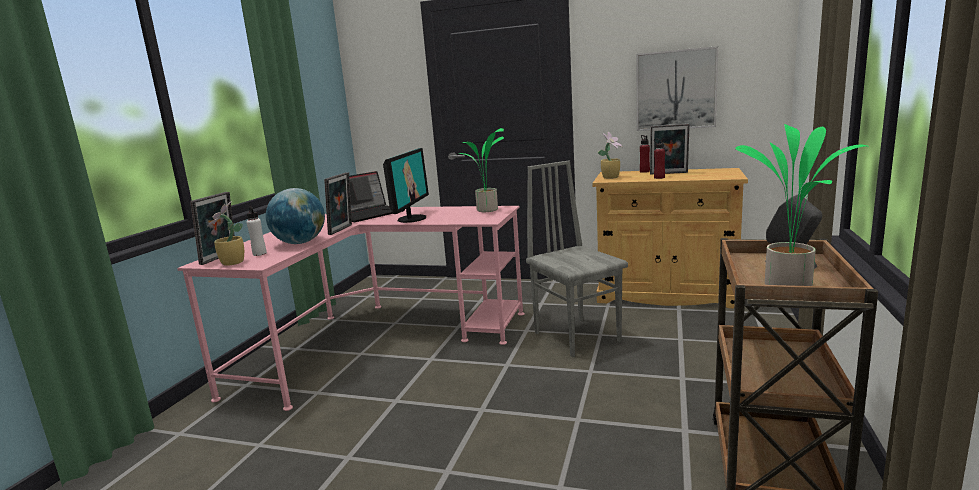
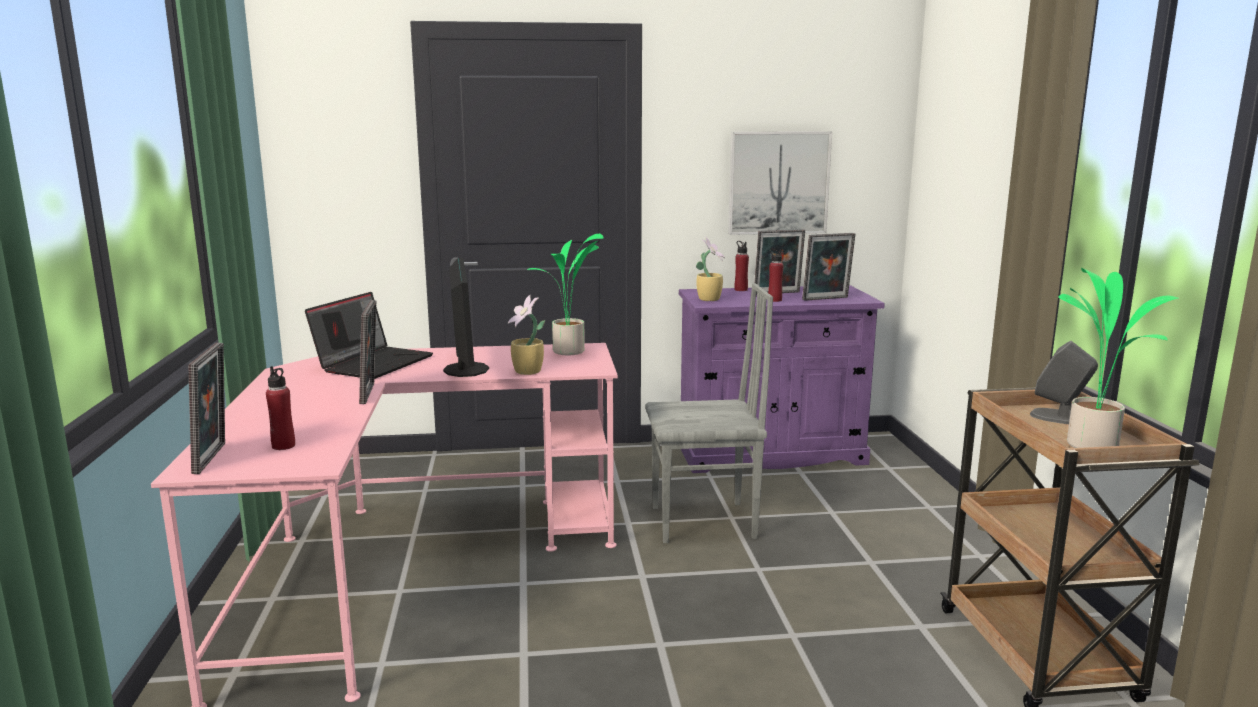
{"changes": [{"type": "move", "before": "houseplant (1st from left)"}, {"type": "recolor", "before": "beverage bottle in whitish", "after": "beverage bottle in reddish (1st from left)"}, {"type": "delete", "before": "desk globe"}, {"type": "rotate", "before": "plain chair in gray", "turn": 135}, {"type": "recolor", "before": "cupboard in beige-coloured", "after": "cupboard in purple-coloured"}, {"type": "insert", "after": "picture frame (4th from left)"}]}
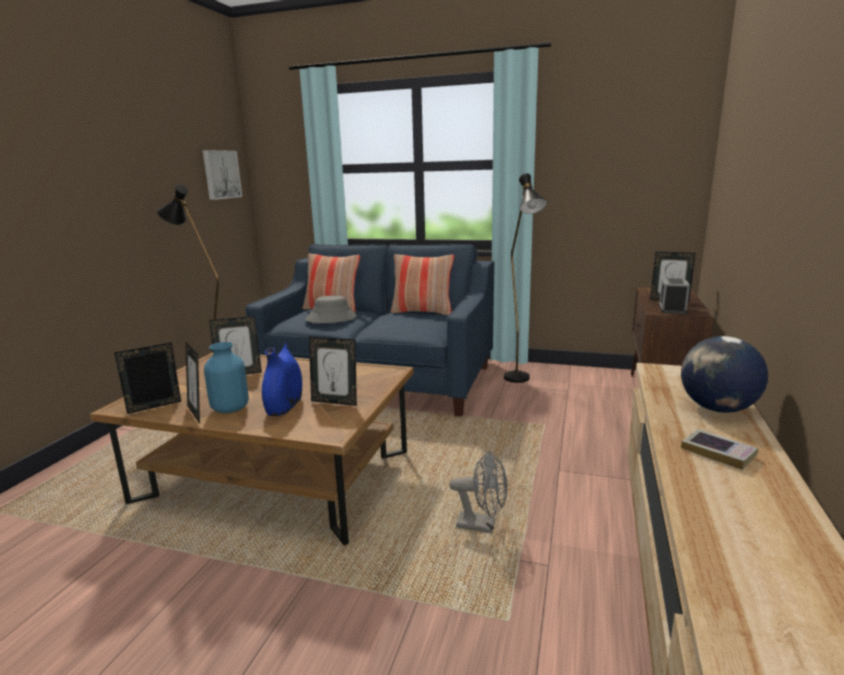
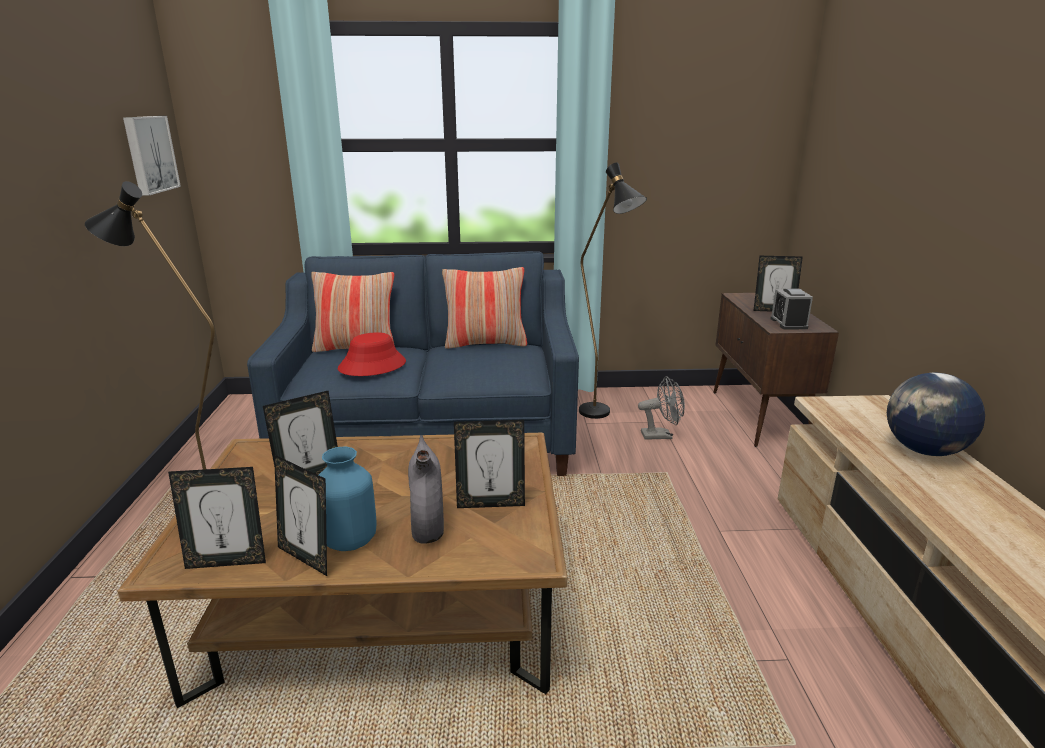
{"changes": [{"type": "rotate", "before": "picture frame (1st from left)", "turn": -135}, {"type": "recolor", "before": "flower vase in bluish (2nd from left)", "after": "flower vase in gray"}, {"type": "recolor", "before": "wearable hat in gray", "after": "wearable hat in reddish"}, {"type": "move", "before": "fan in gray"}, {"type": "delete", "before": "bound book"}]}
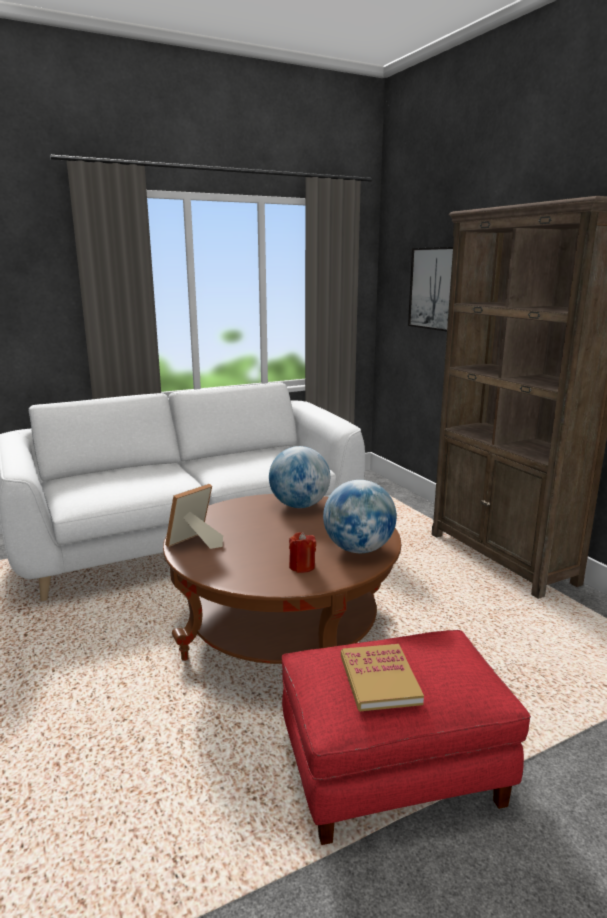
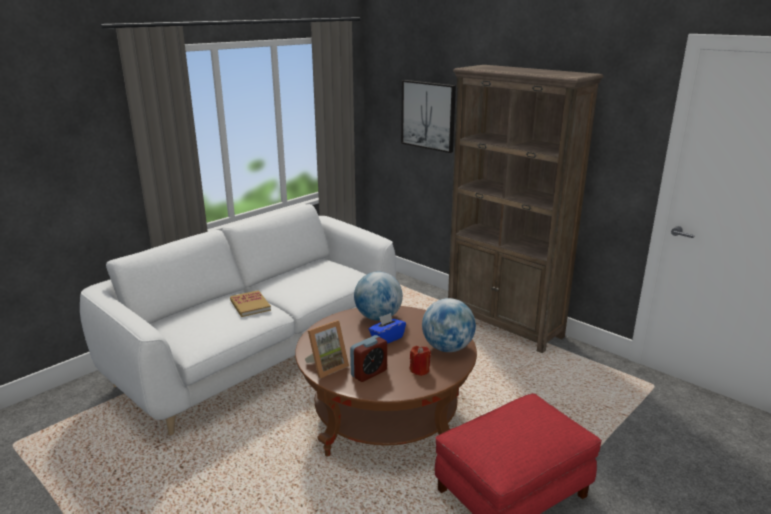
{"changes": [{"type": "rotate", "before": "picture frame", "turn": -150}, {"type": "move", "before": "bound book"}, {"type": "insert", "after": "alarm clock"}, {"type": "insert", "after": "tissue box in bluish"}]}
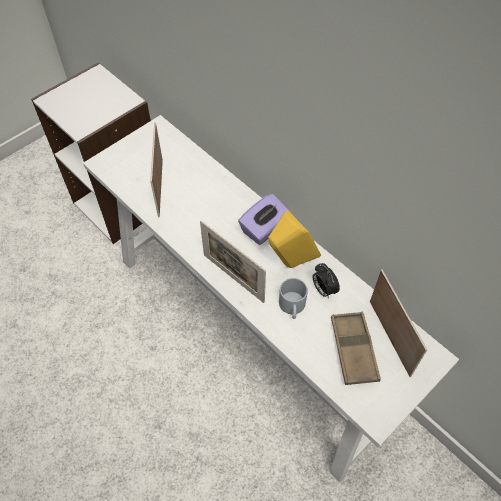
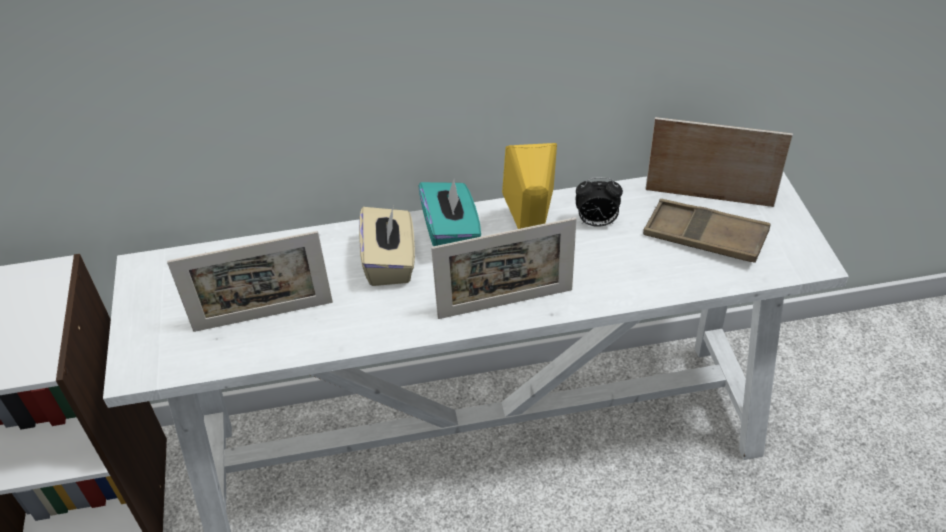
{"changes": [{"type": "rotate", "before": "picture frame (1st from left)", "turn": -45}, {"type": "recolor", "before": "tissue box in purple-coloured", "after": "tissue box in turquoise-coloured"}, {"type": "delete", "before": "tea mug in gray"}, {"type": "insert", "after": "tissue box in beige-coloured"}]}
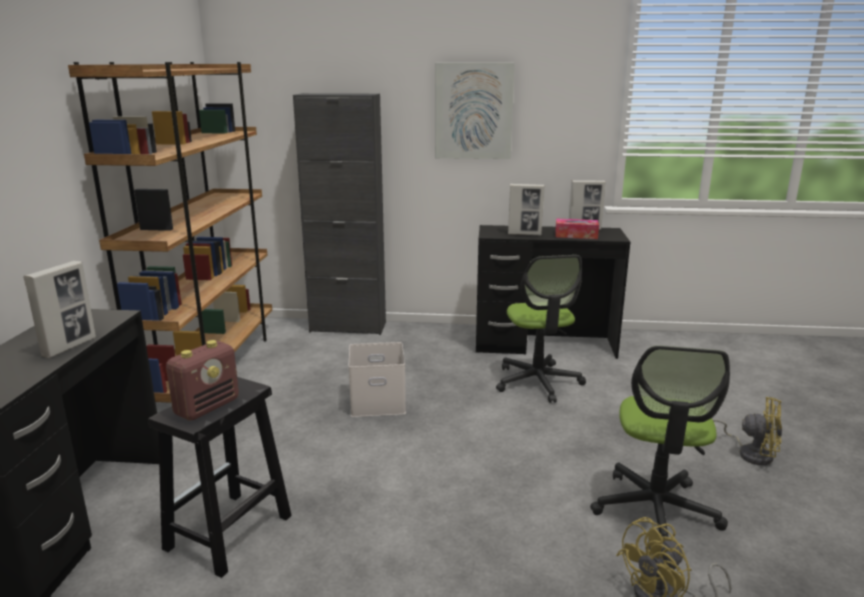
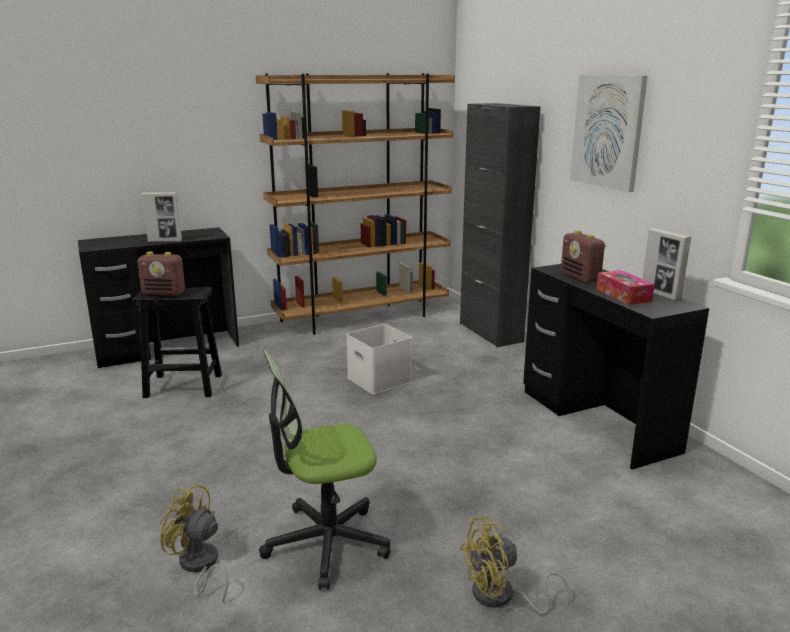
{"changes": [{"type": "delete", "before": "desk chair (1st from left)"}, {"type": "replace", "before": "picture frame (2nd from left)", "after": "radio receiver (2nd from left)"}, {"type": "rotate", "before": "fan in yellow-coloured (2nd from left)", "turn": 75}]}
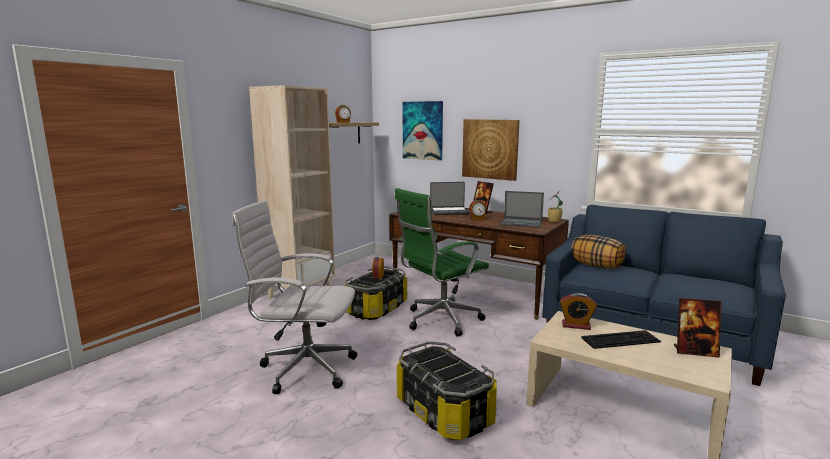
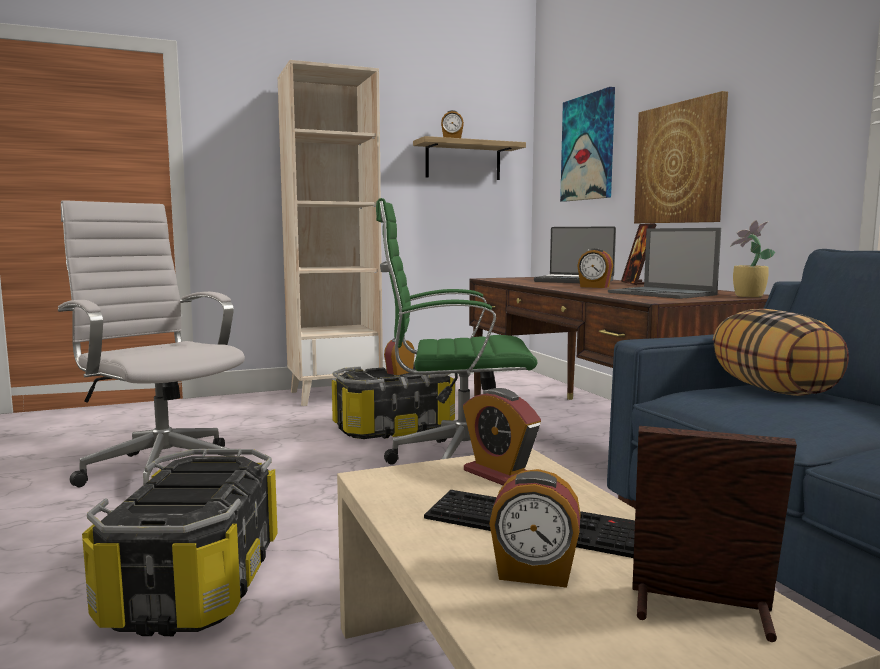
{"changes": [{"type": "rotate", "before": "picture frame (2nd from left)", "turn": 150}, {"type": "insert", "after": "alarm clock (4th from left)"}]}
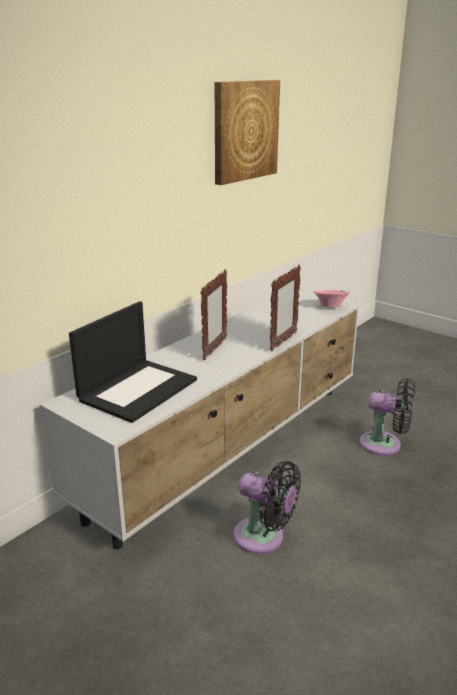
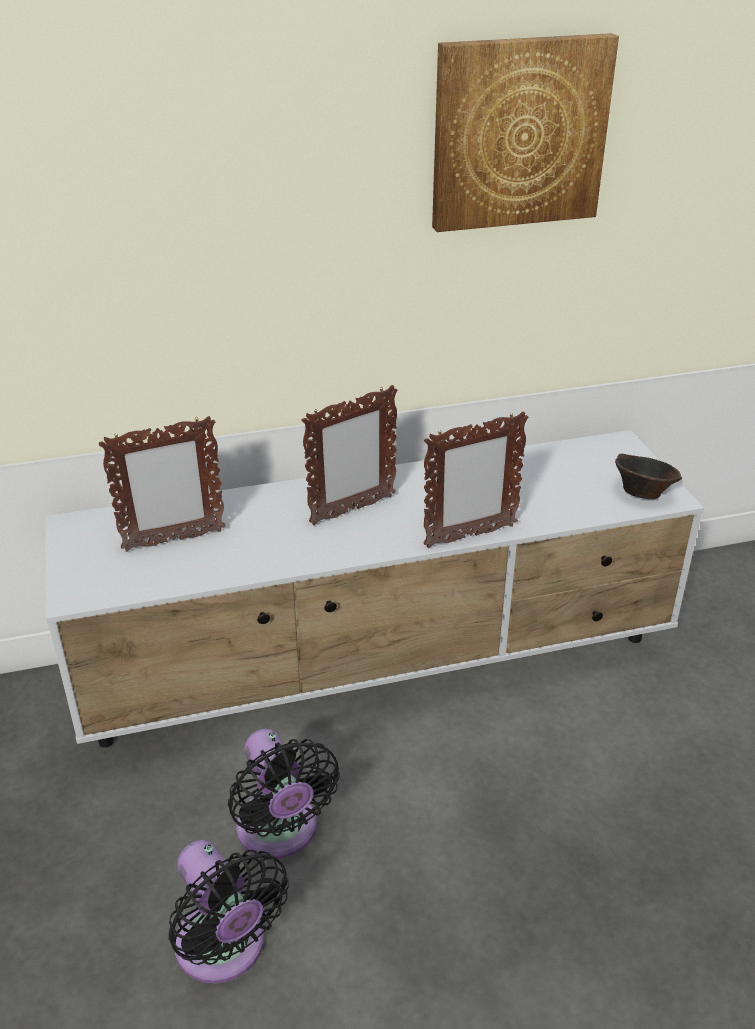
{"changes": [{"type": "replace", "before": "portable computer", "after": "picture frame (1st from left)"}, {"type": "recolor", "before": "bowl in pink-coloured", "after": "bowl in brownish"}, {"type": "move", "before": "fan in blackish (2nd from left in the first image)", "after": "fan in blackish (1st from left)"}]}
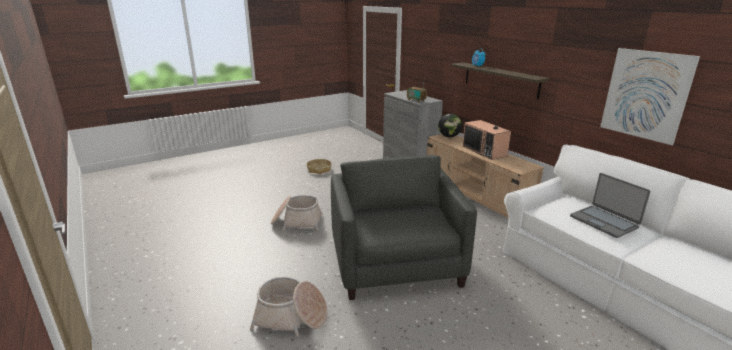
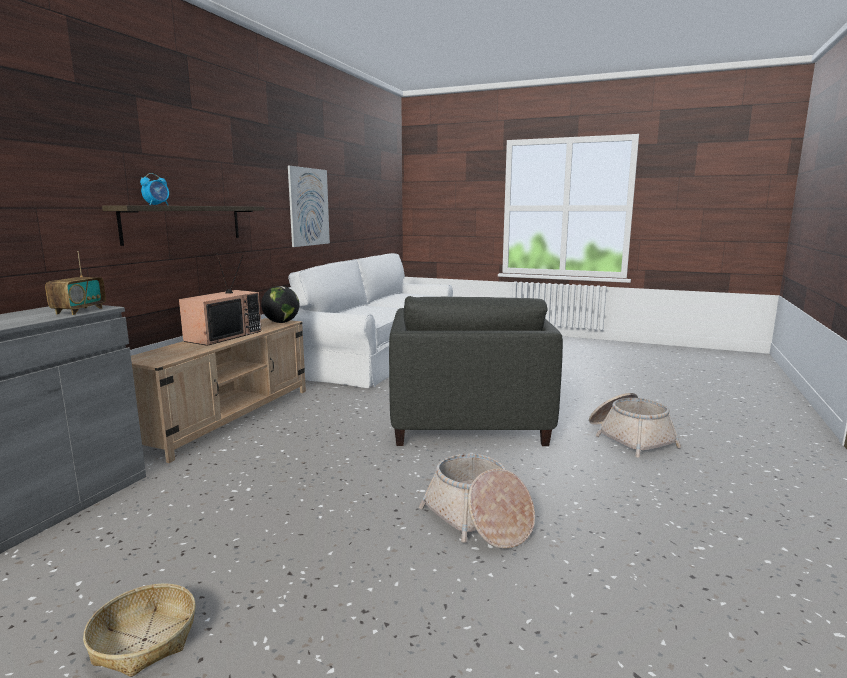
{"changes": [{"type": "rotate", "before": "easy chair in gray", "turn": -45}, {"type": "move", "before": "desk globe"}, {"type": "delete", "before": "portable computer"}]}
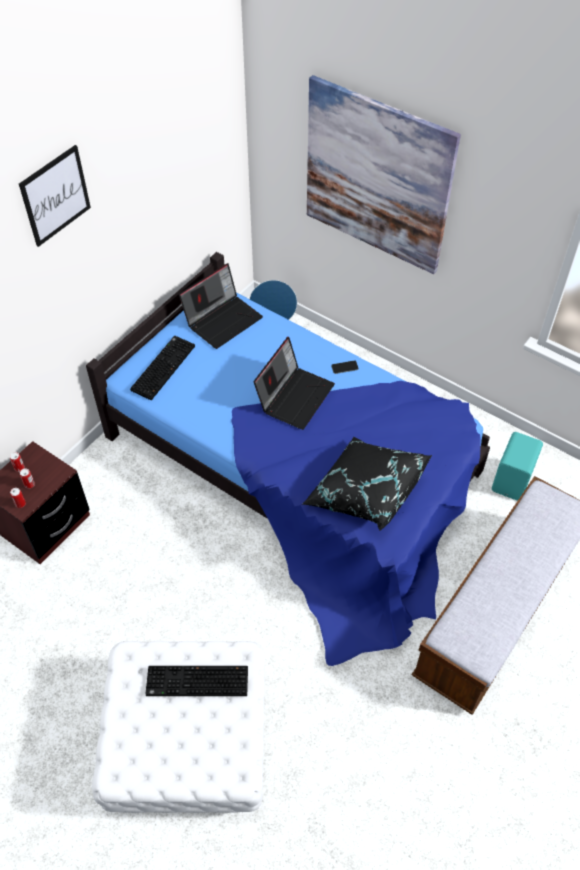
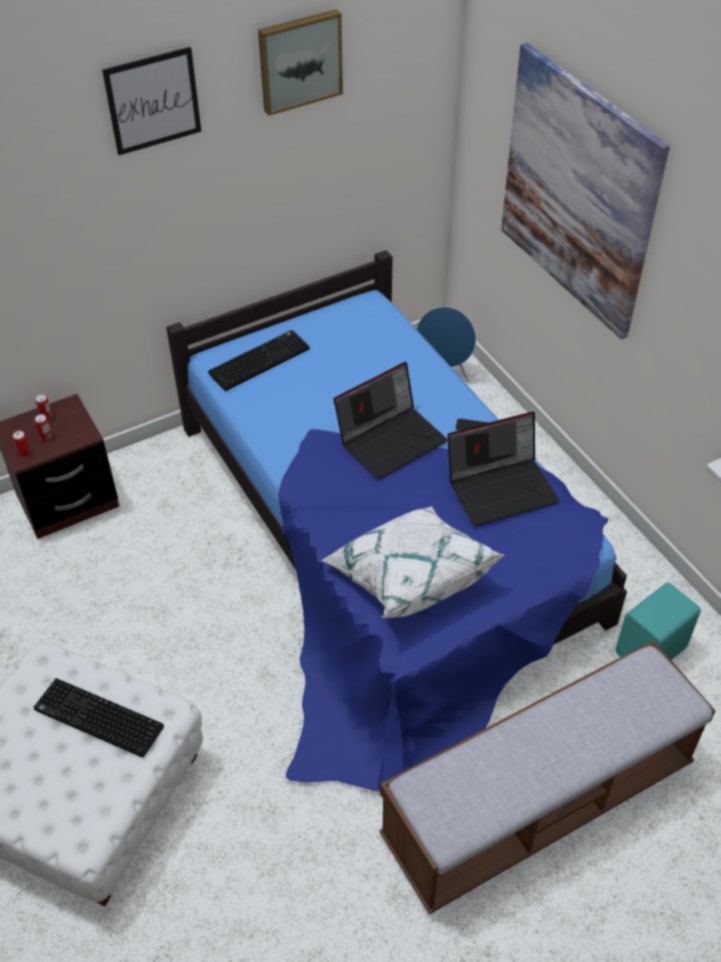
{"changes": [{"type": "move", "before": "portable computer (1st from left in the first image)", "after": "portable computer (2nd from left)"}, {"type": "recolor", "before": "throw pillow in blackish", "after": "throw pillow in whitish"}, {"type": "insert", "after": "wall art (2nd from left)"}]}
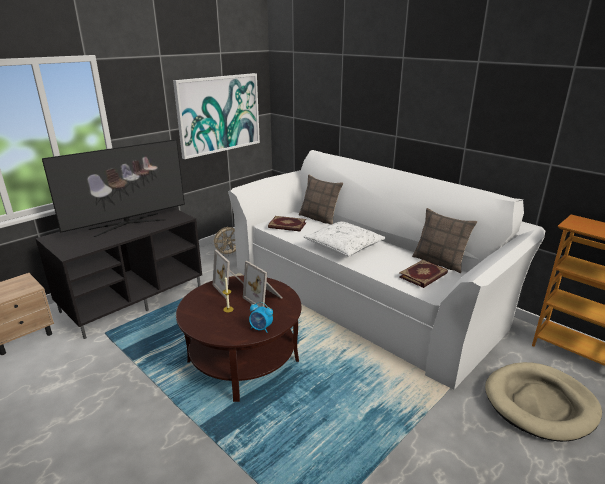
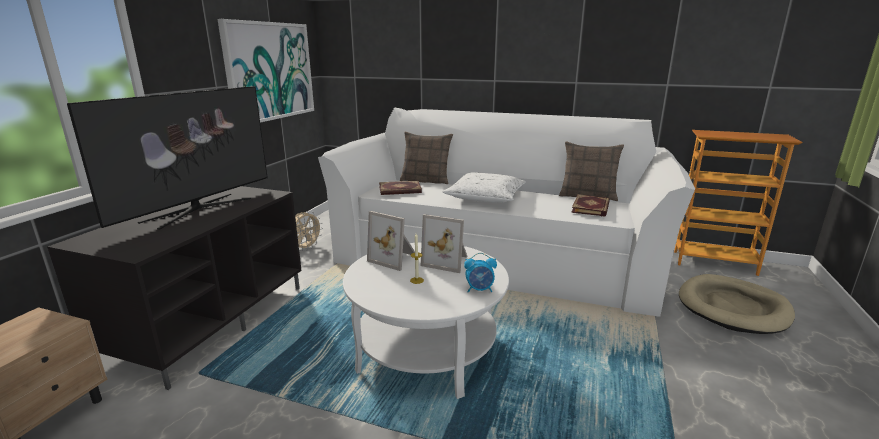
{"changes": [{"type": "recolor", "before": "coffee table in brownish", "after": "coffee table in whitish"}]}
